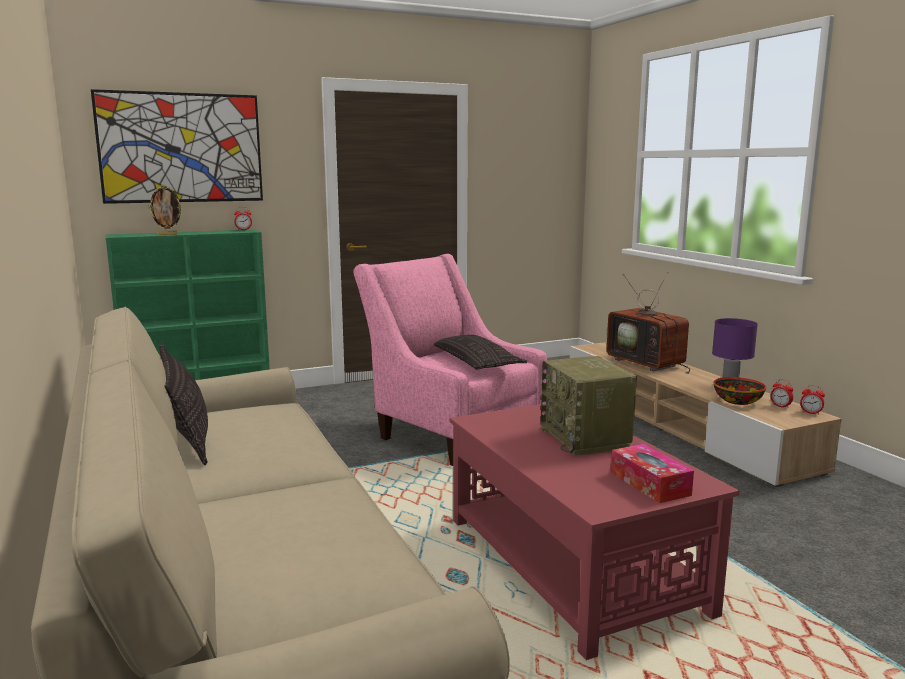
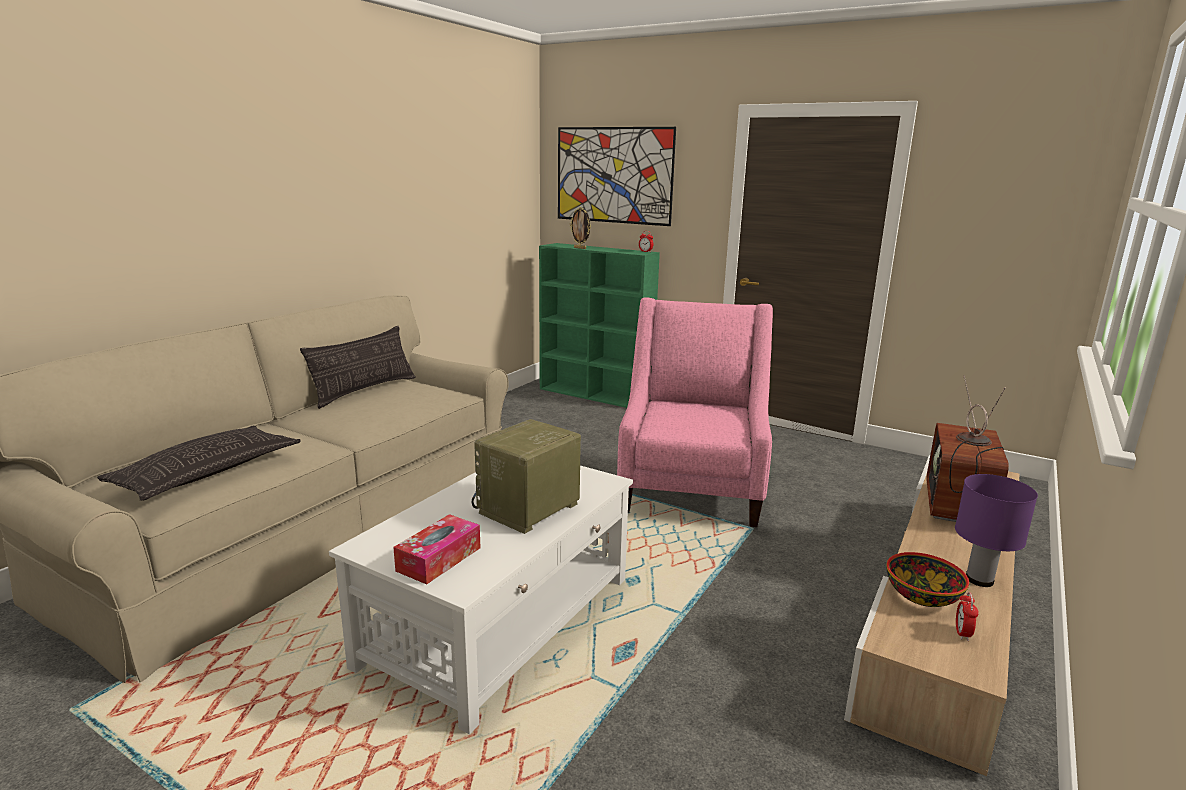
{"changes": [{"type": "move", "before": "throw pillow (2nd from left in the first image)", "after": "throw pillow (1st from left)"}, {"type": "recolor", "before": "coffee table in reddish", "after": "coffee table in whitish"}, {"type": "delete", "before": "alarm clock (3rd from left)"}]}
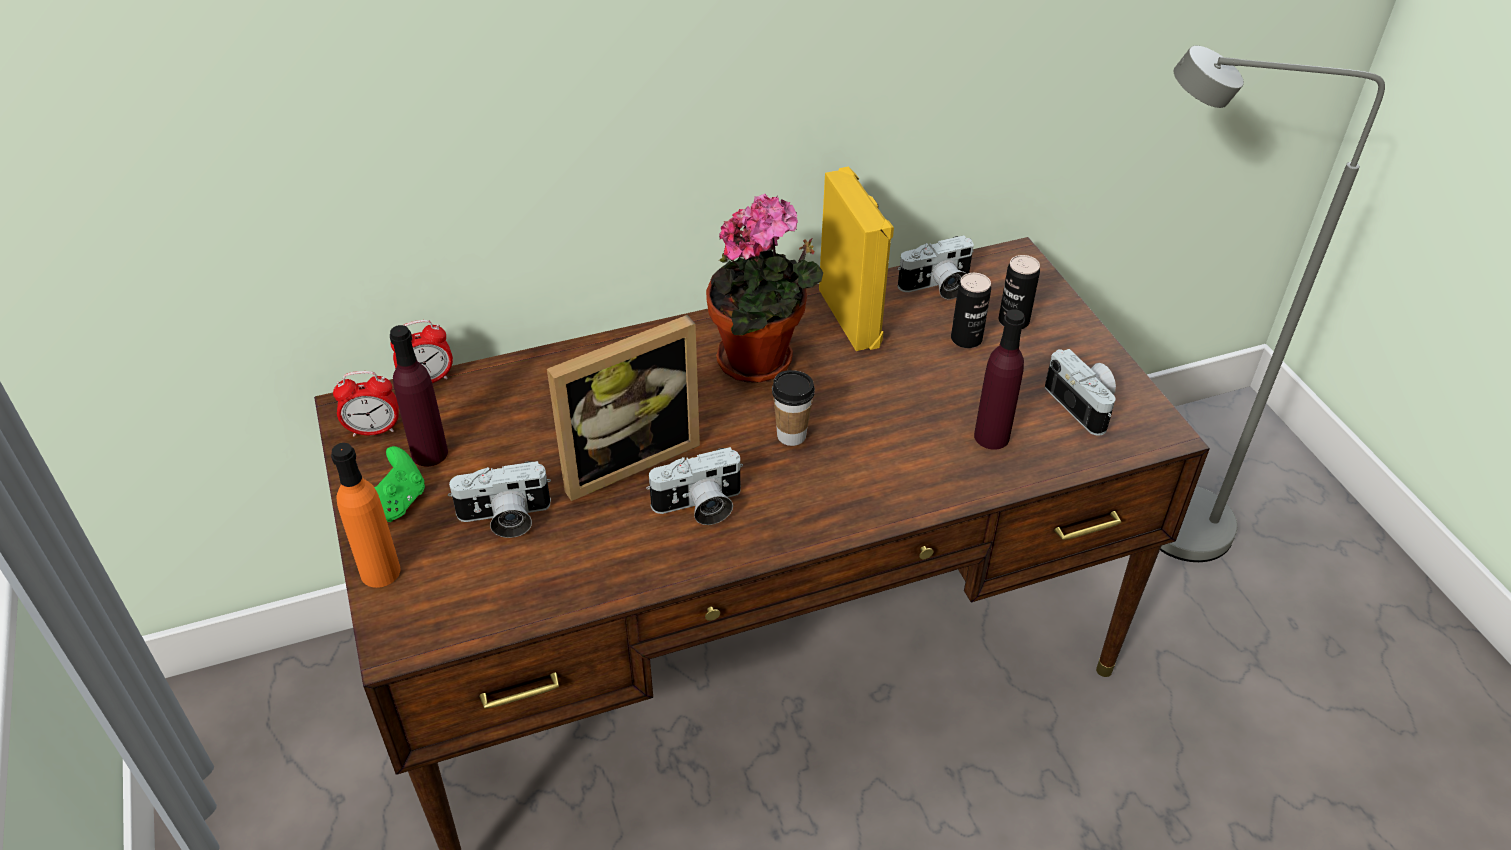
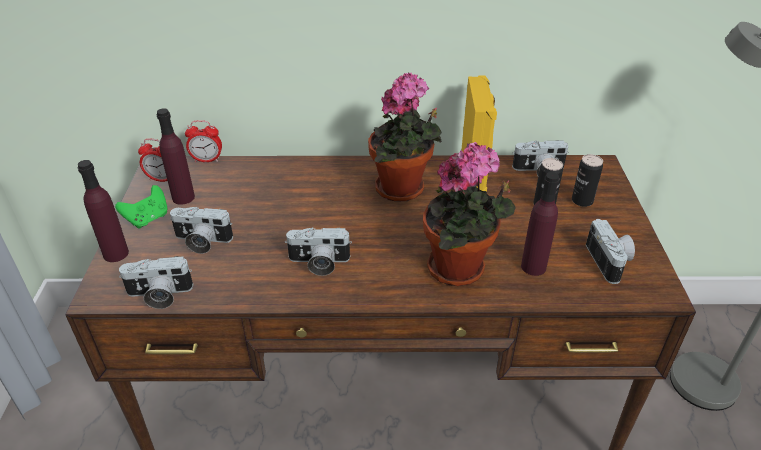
{"changes": [{"type": "recolor", "before": "beverage bottle in orangey", "after": "beverage bottle in purple-coloured (1st from left)"}, {"type": "delete", "before": "picture frame"}, {"type": "delete", "before": "cup"}, {"type": "insert", "after": "photo camera (1st from left)"}, {"type": "insert", "after": "houseplant (2nd from left)"}]}
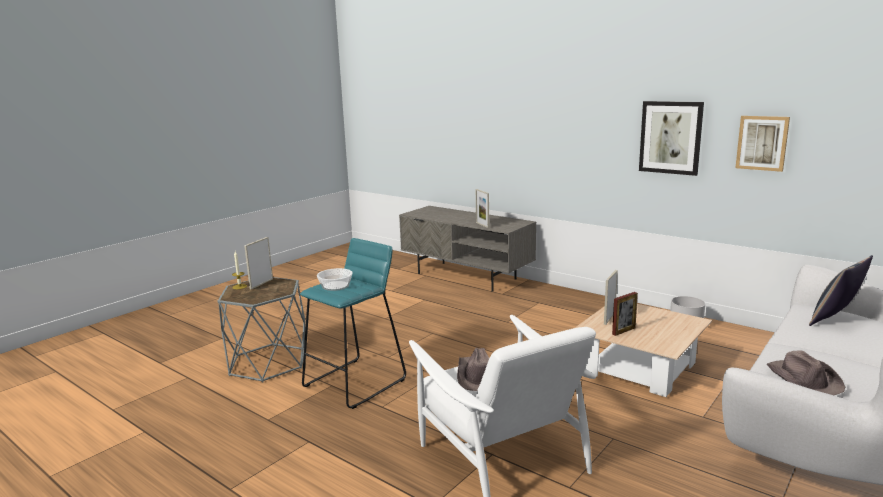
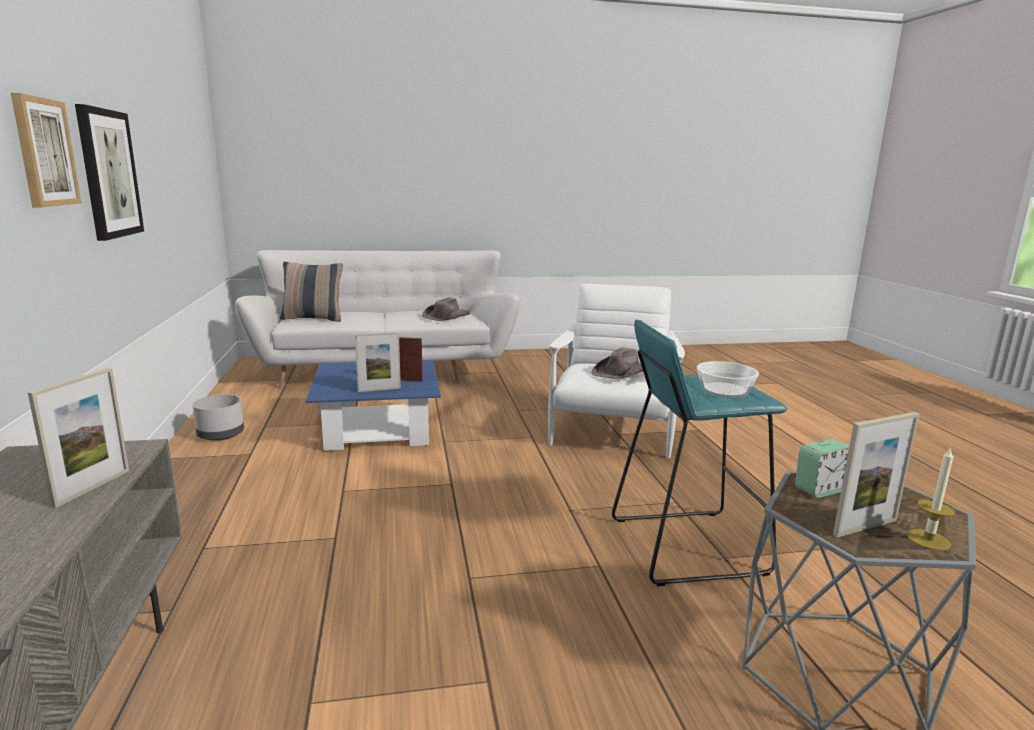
{"changes": [{"type": "recolor", "before": "coffee table in beige-coloured", "after": "coffee table in bluish"}, {"type": "move", "before": "wall art (2nd from left in the first image)", "after": "wall art (1st from left)"}, {"type": "insert", "after": "alarm clock"}]}
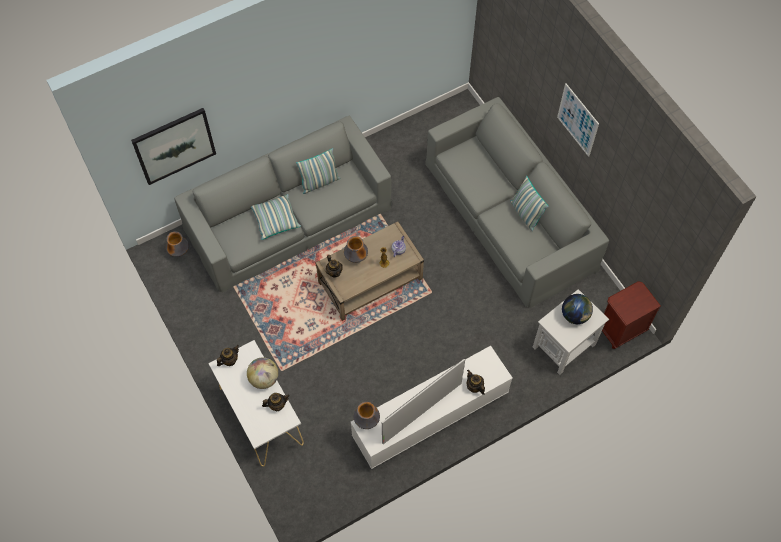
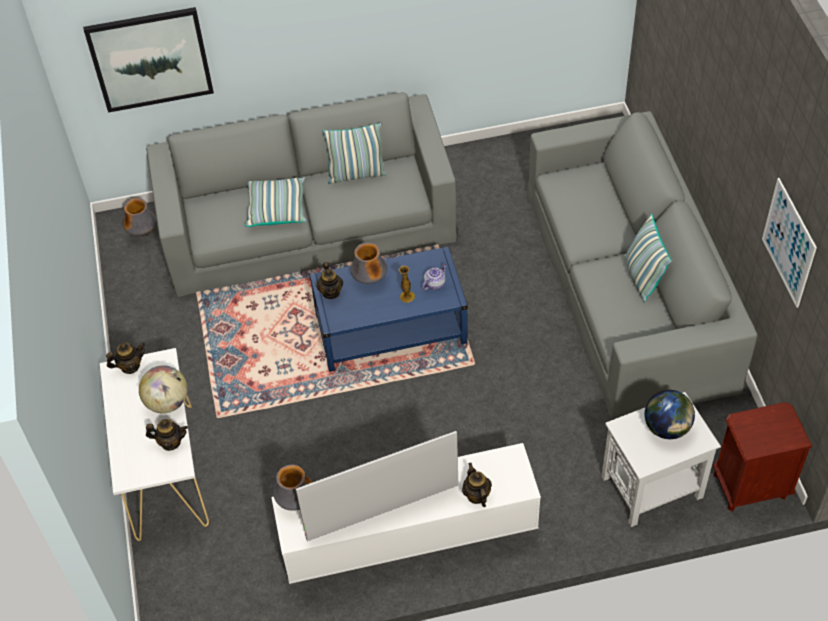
{"changes": [{"type": "recolor", "before": "coffee table in beige-coloured", "after": "coffee table in bluish"}, {"type": "move", "before": "wall art (2nd from left)"}]}
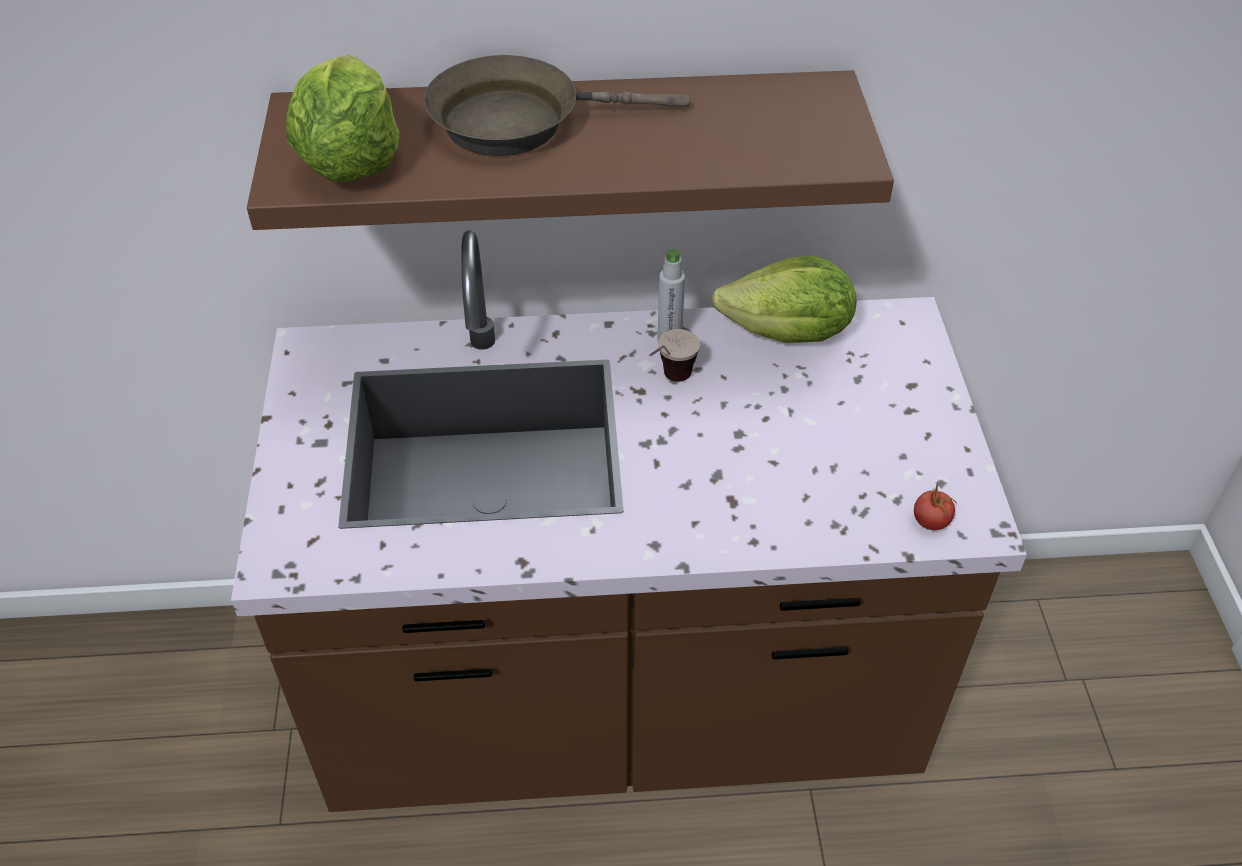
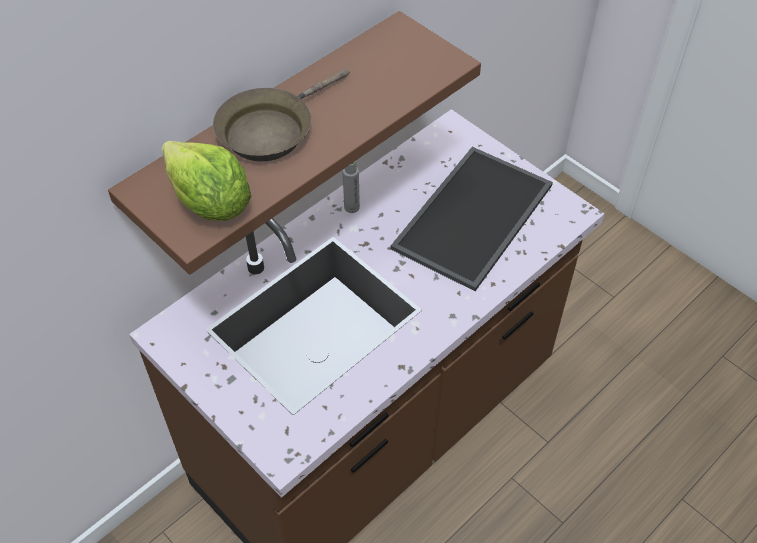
{"changes": [{"type": "delete", "before": "cup"}, {"type": "delete", "before": "lettuce head (2nd from left)"}, {"type": "delete", "before": "tomato"}, {"type": "insert", "after": "serving tray"}]}
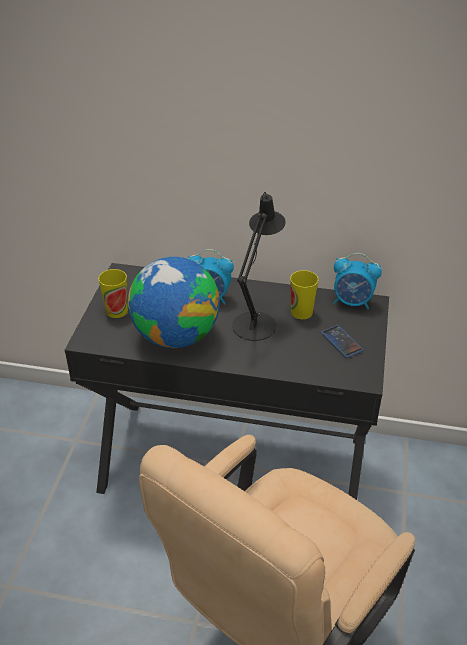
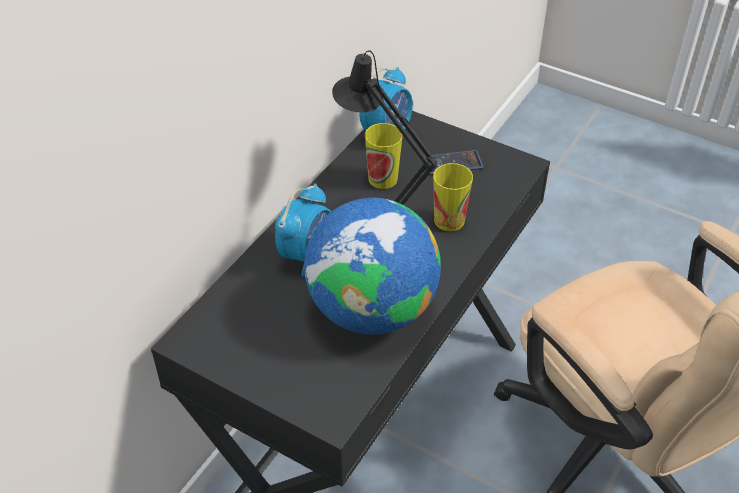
{"changes": [{"type": "move", "before": "cup (1st from left in the first image)", "after": "cup (2nd from left)"}]}
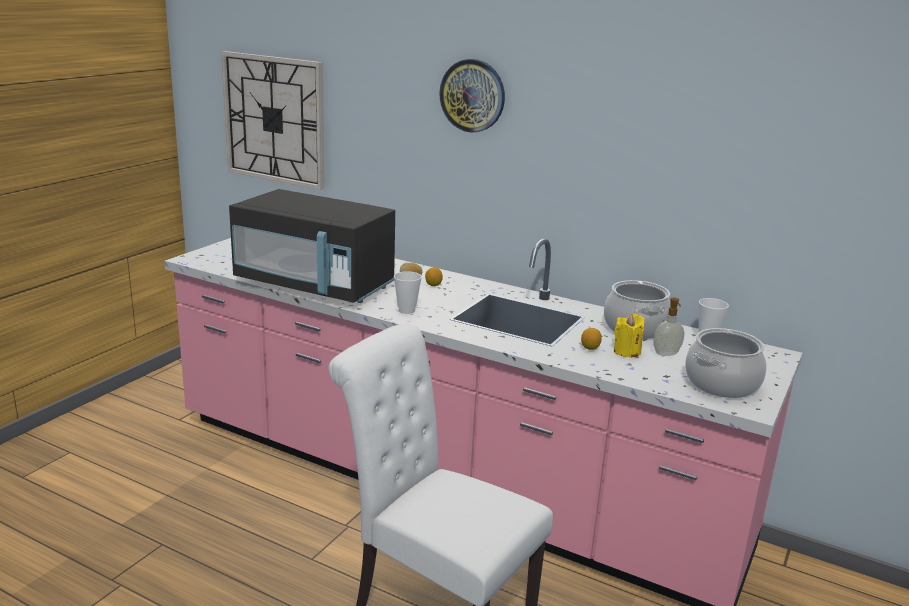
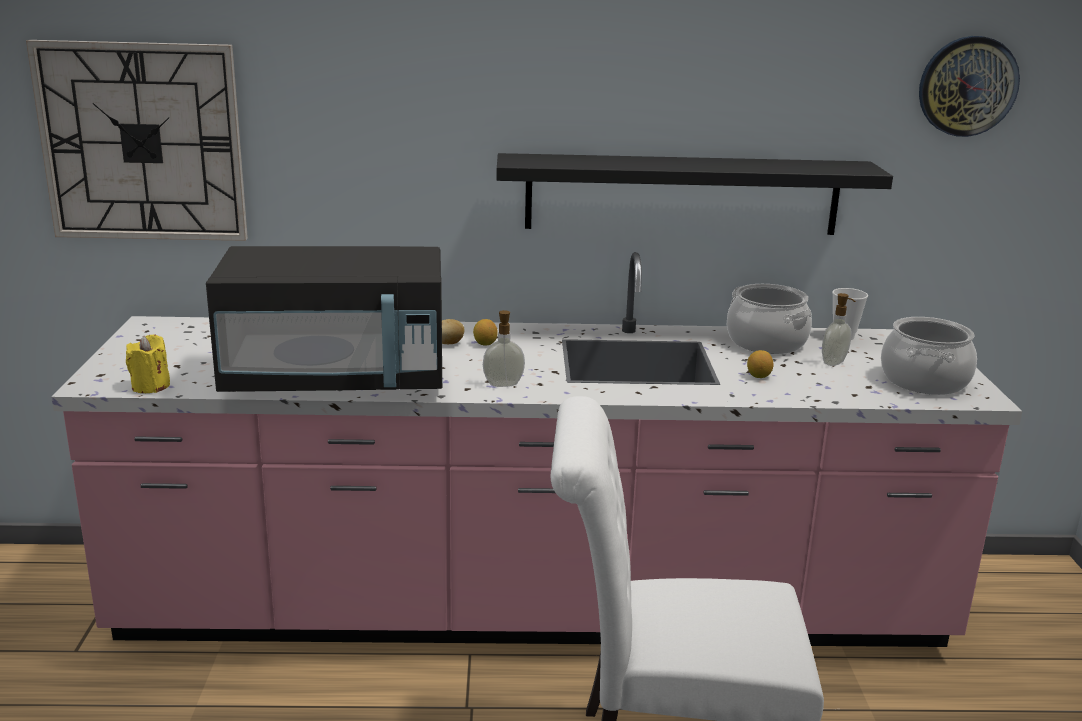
{"changes": [{"type": "replace", "before": "cup (1st from left)", "after": "soap bottle (1st from left)"}, {"type": "move", "before": "clock on the wall (2nd from left)"}, {"type": "move", "before": "wax light in yellow-coloured"}, {"type": "insert", "after": "wall shelf in blackish"}]}
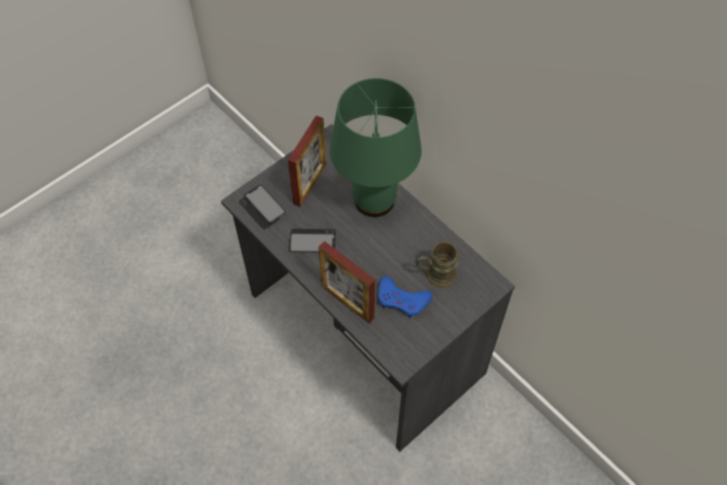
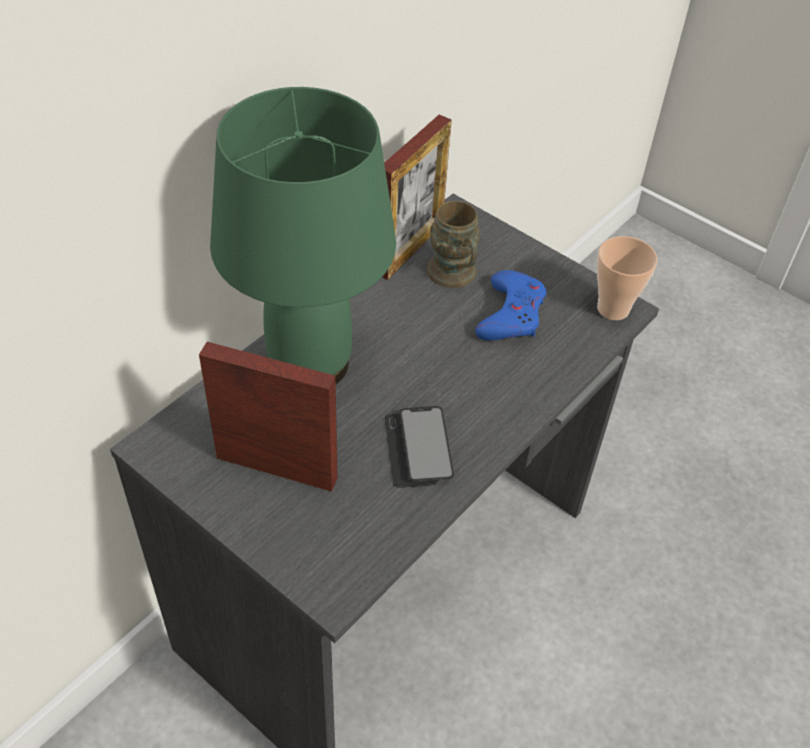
{"changes": [{"type": "delete", "before": "handset (1st from left)"}, {"type": "move", "before": "picture frame (2nd from left)"}, {"type": "insert", "after": "cup"}]}
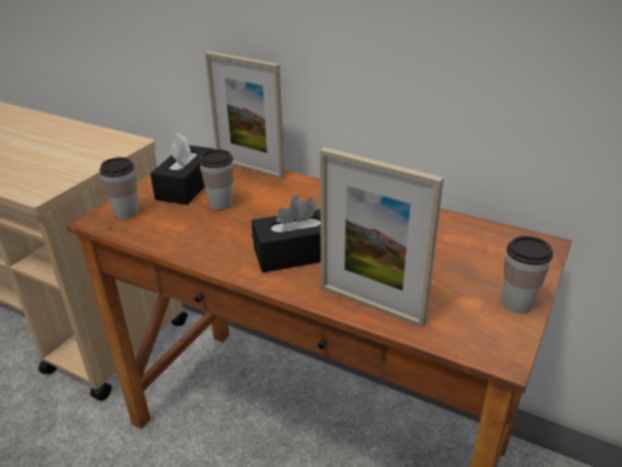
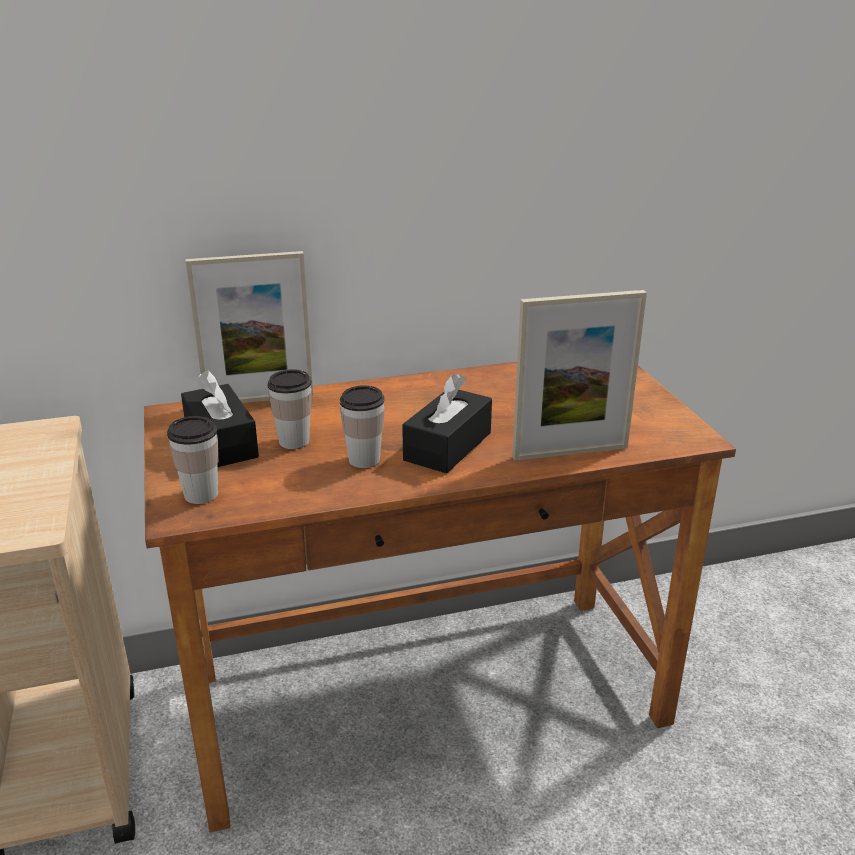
{"changes": [{"type": "move", "before": "cup (3rd from left)"}]}
